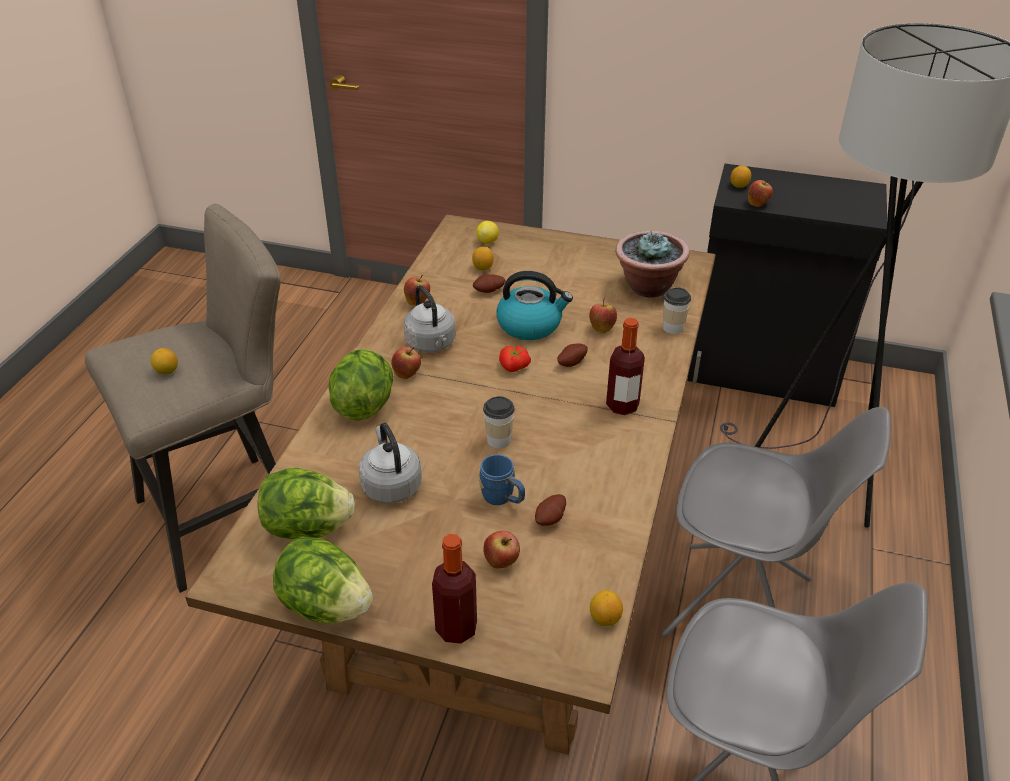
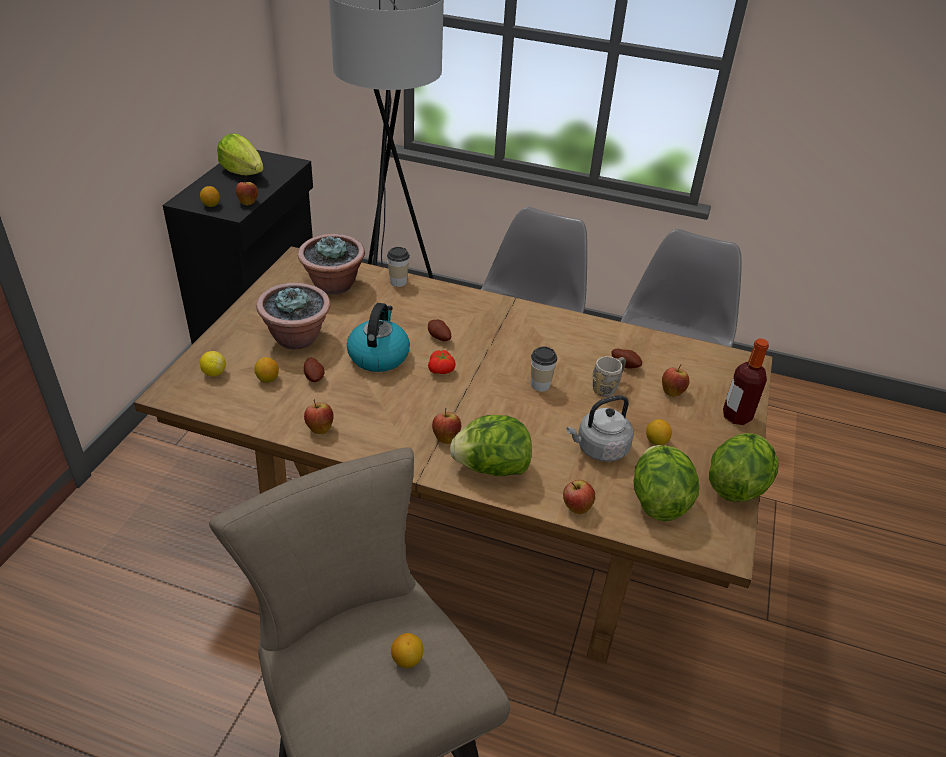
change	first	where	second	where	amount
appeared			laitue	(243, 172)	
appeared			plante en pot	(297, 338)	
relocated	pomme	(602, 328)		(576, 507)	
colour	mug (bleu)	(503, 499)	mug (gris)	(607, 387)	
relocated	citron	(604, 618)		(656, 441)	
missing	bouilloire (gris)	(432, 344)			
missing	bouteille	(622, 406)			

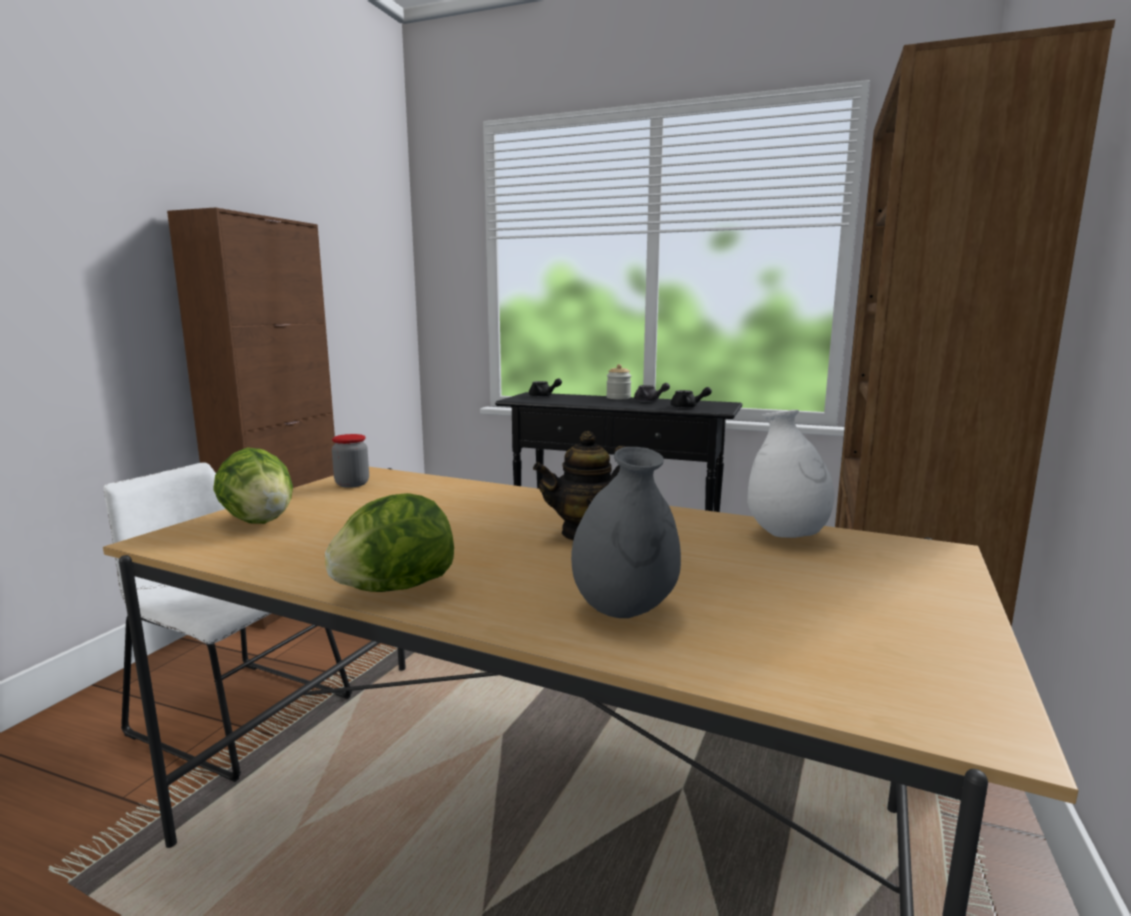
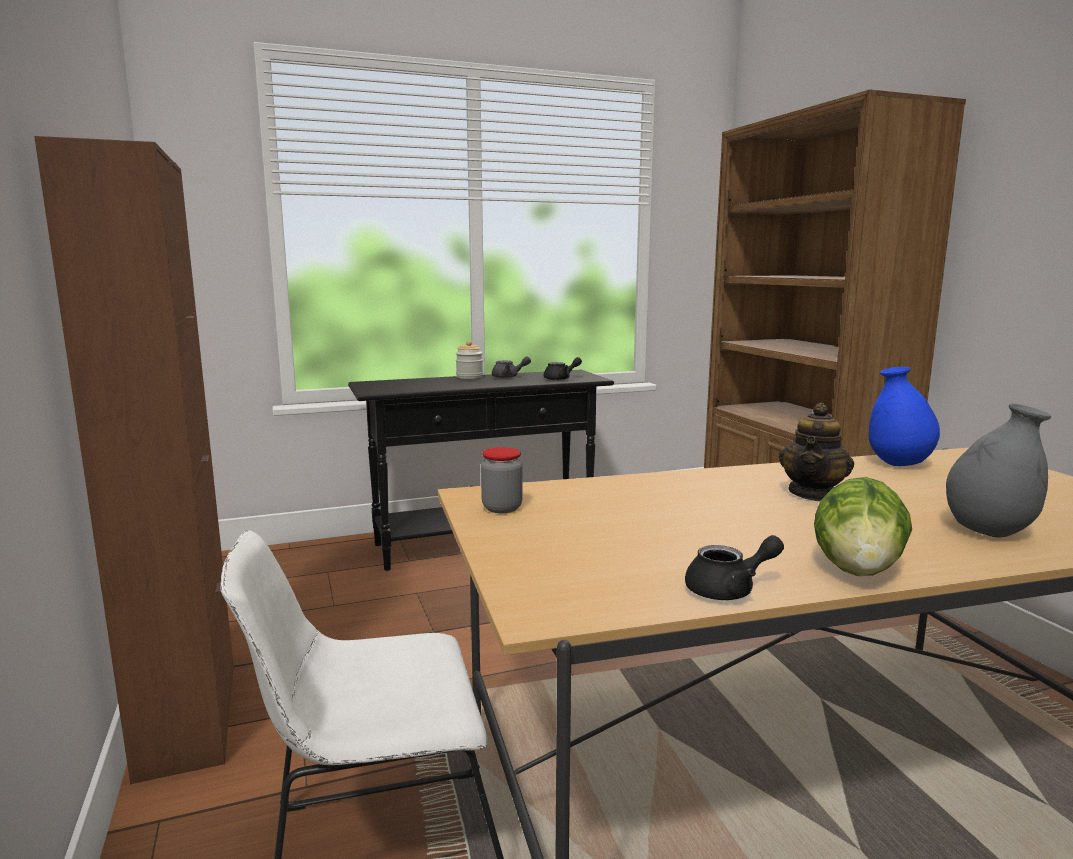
change	first	where	second	where	amount
relocated	théière (noir)	(543, 396)		(729, 590)	
colour	vase (blanc)	(786, 535)	vase (bleu)	(899, 464)	
missing	laitue	(260, 521)			

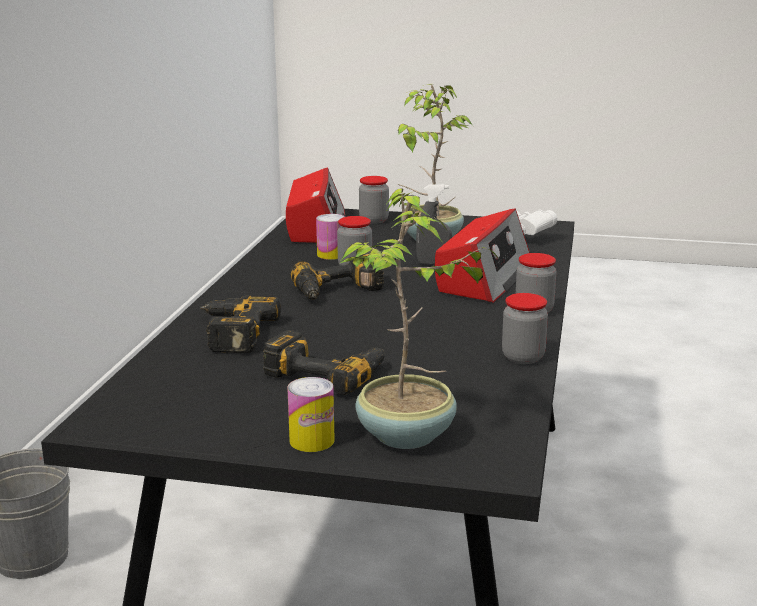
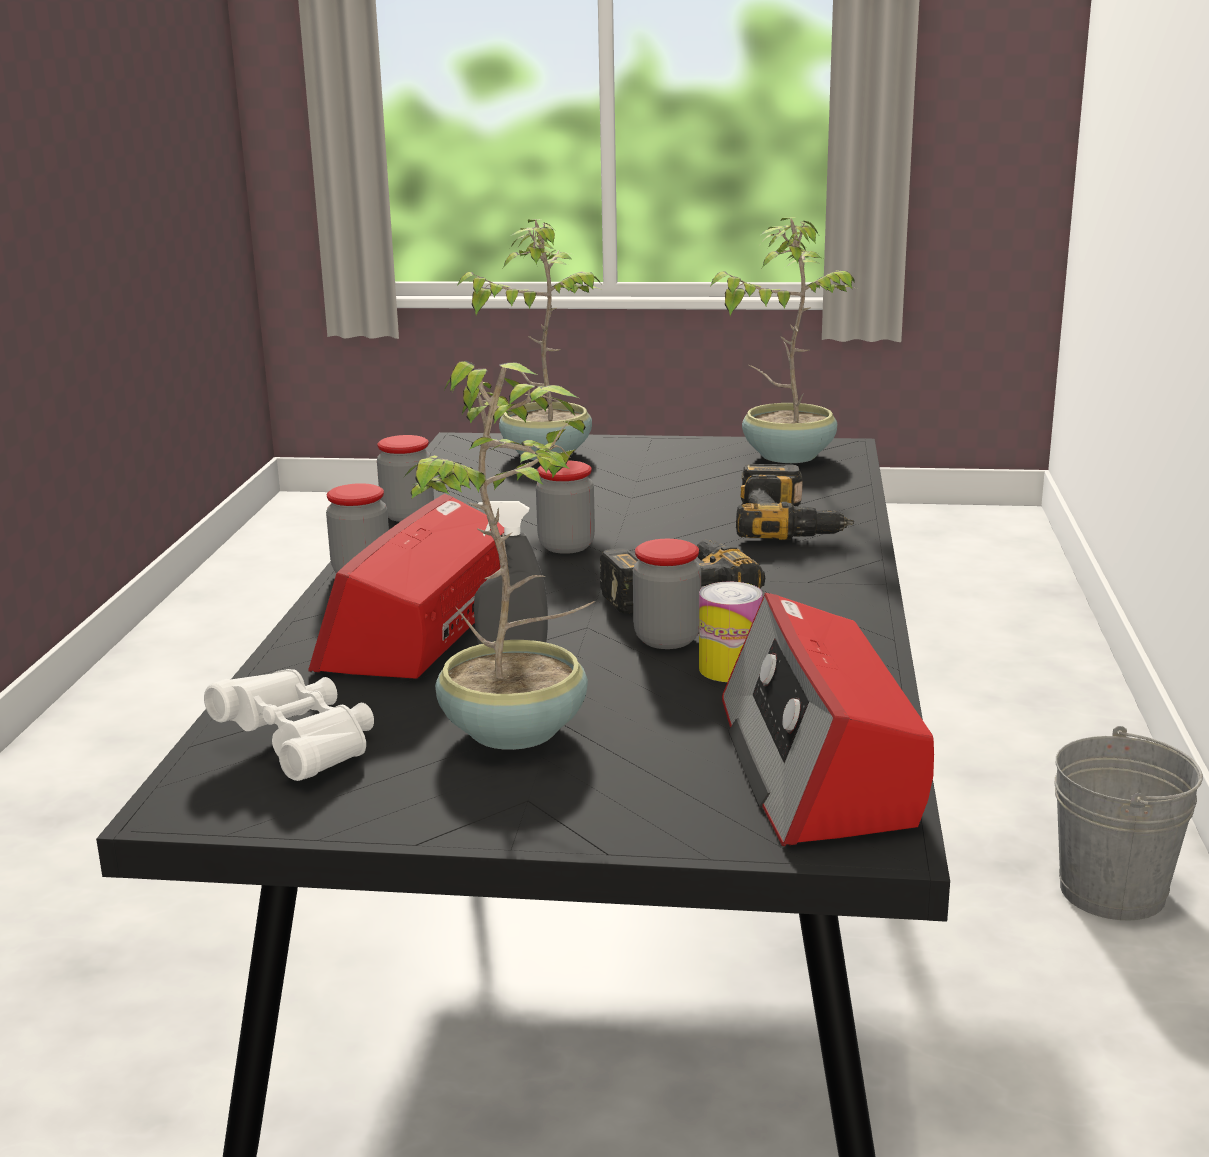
change	first	where	second	where	amount
relocated	bocal	(374, 220)		(566, 546)	
appeared			plante en pot	(787, 455)	
missing	perceuse	(328, 372)			
missing	boîte métallique	(312, 441)			

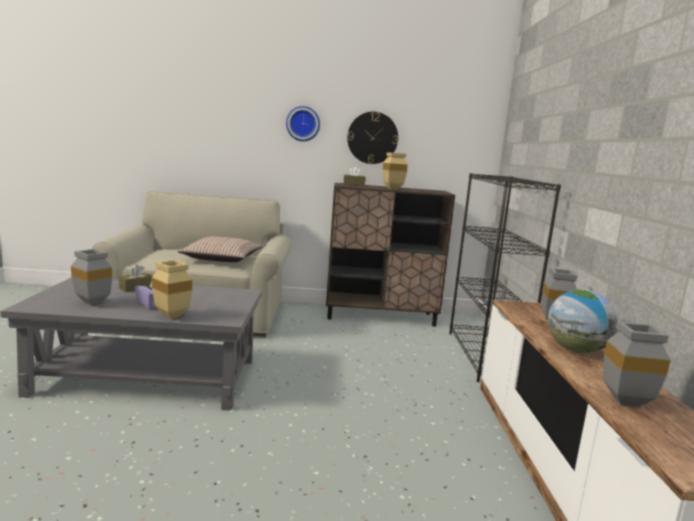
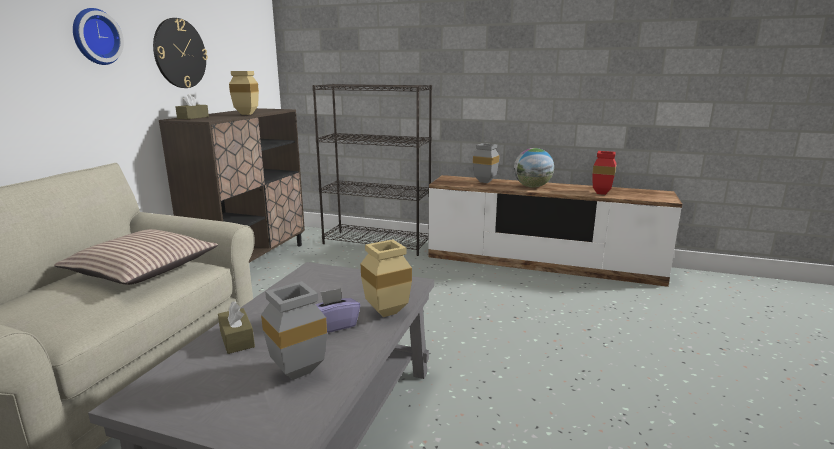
change	first	where	second	where	amount
colour	vase (gris)	(624, 402)	vase (rouge)	(602, 193)	

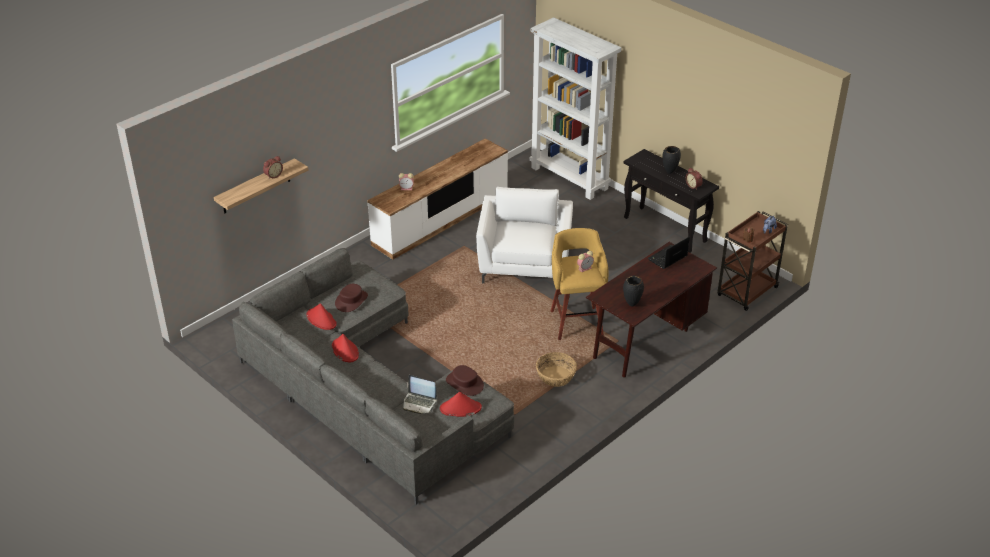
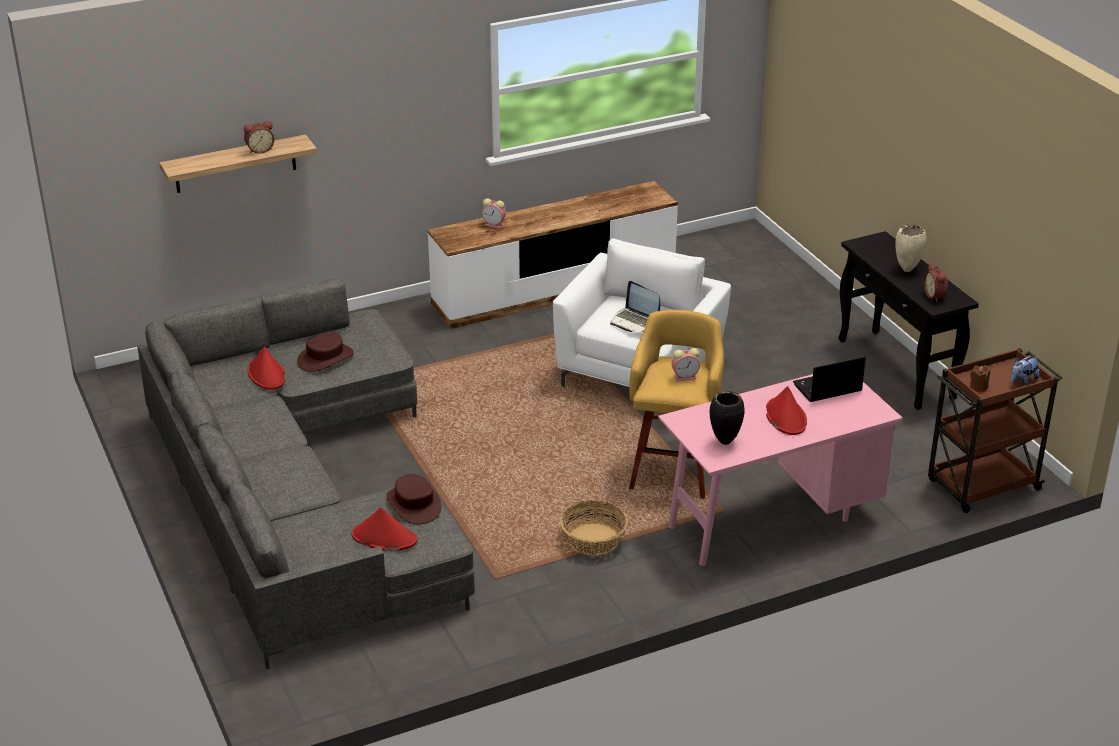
change	first	where	second	where	amount
relocated	ordinateur portable	(419, 403)		(635, 321)	
colour	bureau (marron)	(646, 340)	bureau (rose)	(771, 520)	
relocated	chapeau (rouge)	(345, 350)		(785, 417)	
colour	vase (noir)	(669, 172)	vase (beige)	(906, 270)	
missing	bibliothèque (blanc)	(570, 178)			

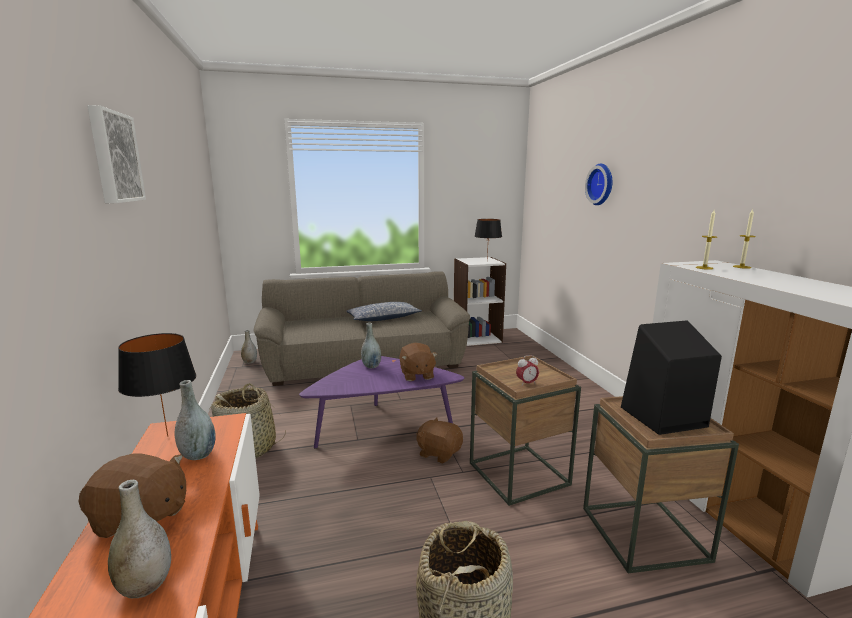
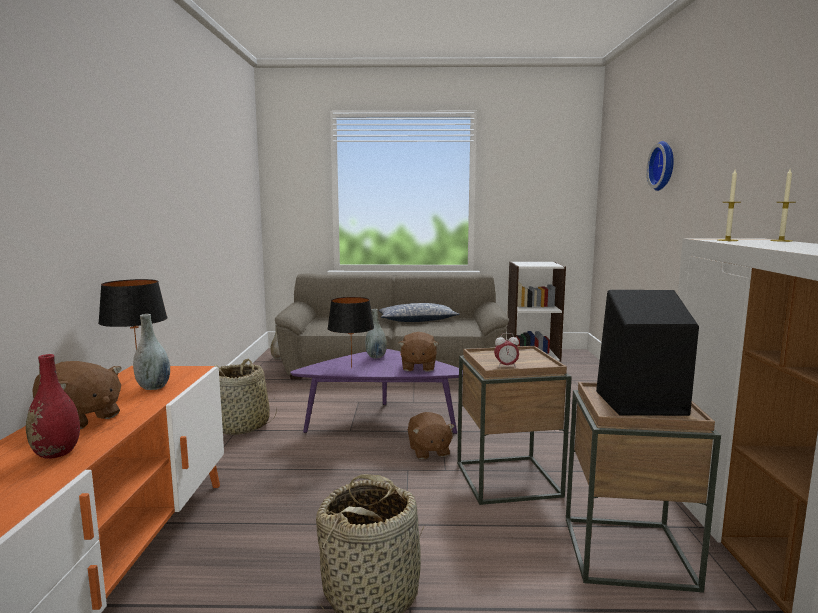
change	first	where	second	where	amount
colour	vase (gris)	(145, 586)	vase (rouge)	(56, 453)	
relocated	lampe de table (noir)	(487, 261)		(352, 368)	
spun	peluche (marron)	(439, 453)		(428, 451)	150 degrees counterclockwise
missing	tableau	(114, 157)			

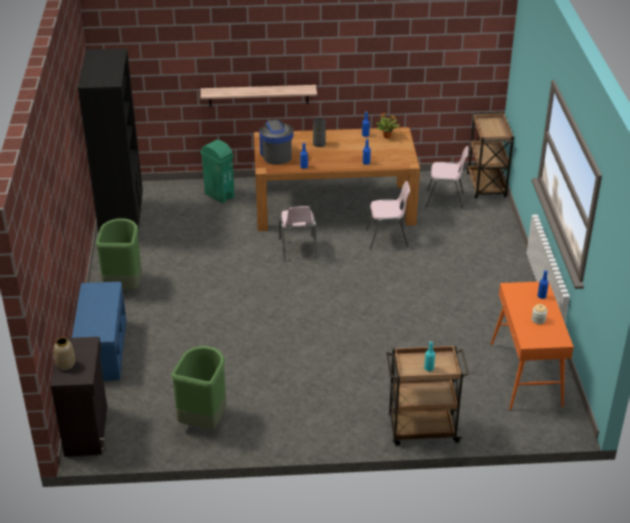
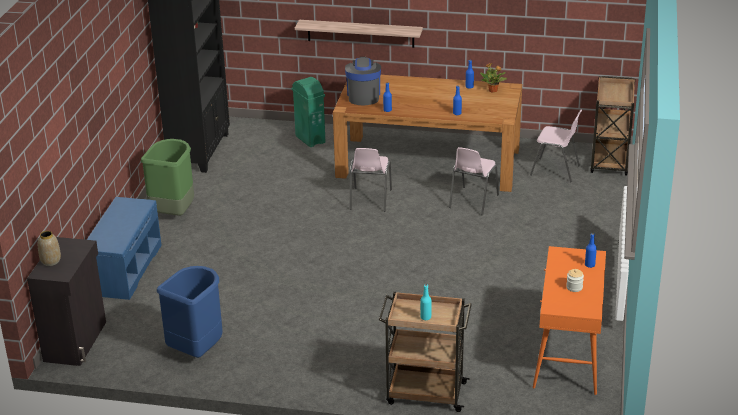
change	first	where	second	where	amount
colour	poubelle (vert)	(203, 420)	poubelle (bleu)	(196, 350)	
spun	chaise (rose)	(387, 239)		(472, 201)	105 degrees clockwise
missing	vase (gris)	(319, 143)			

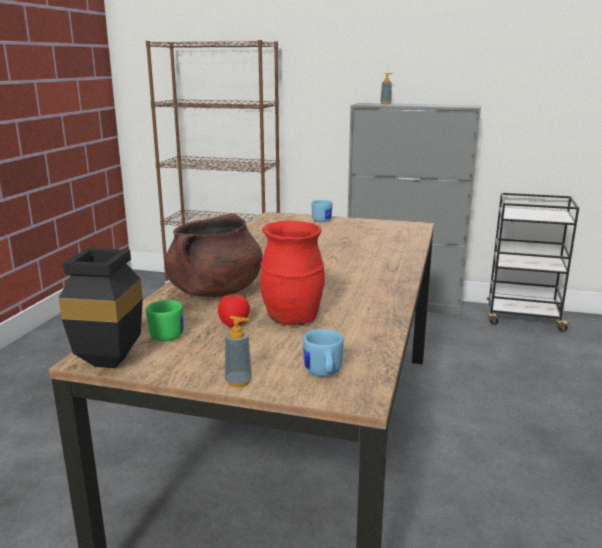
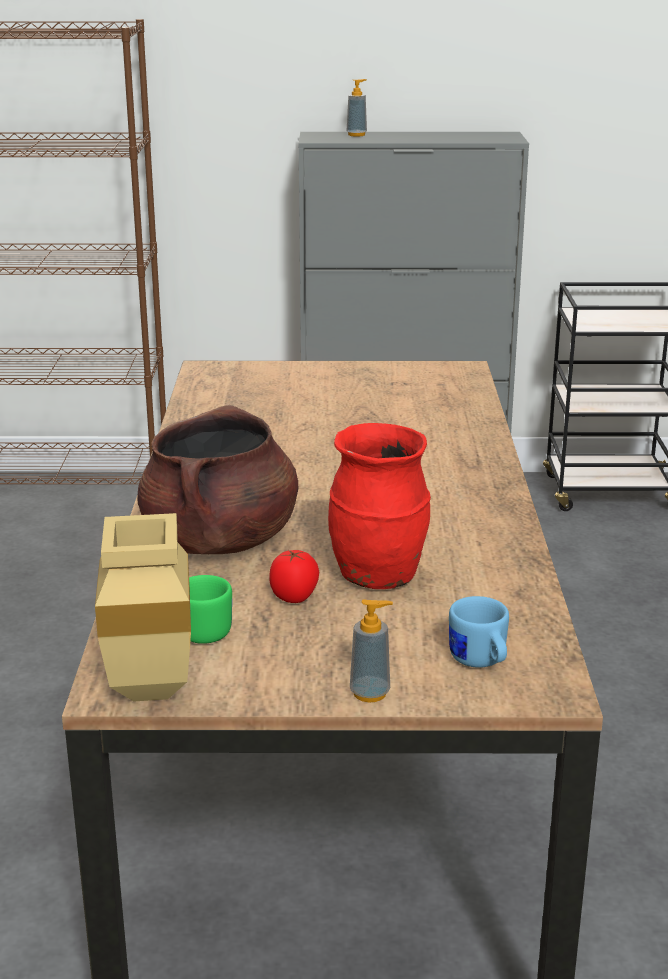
change	first	where	second	where	amount
colour	vase (noir)	(109, 360)	vase (beige)	(147, 687)	
missing	mug (bleu)	(323, 220)			

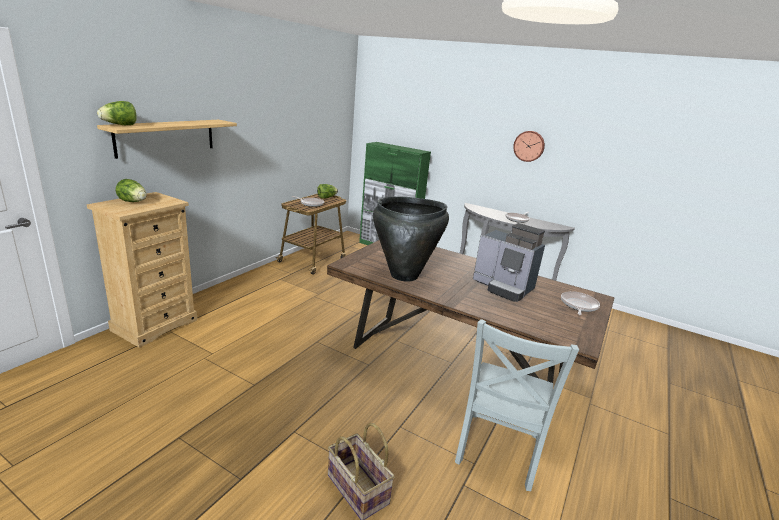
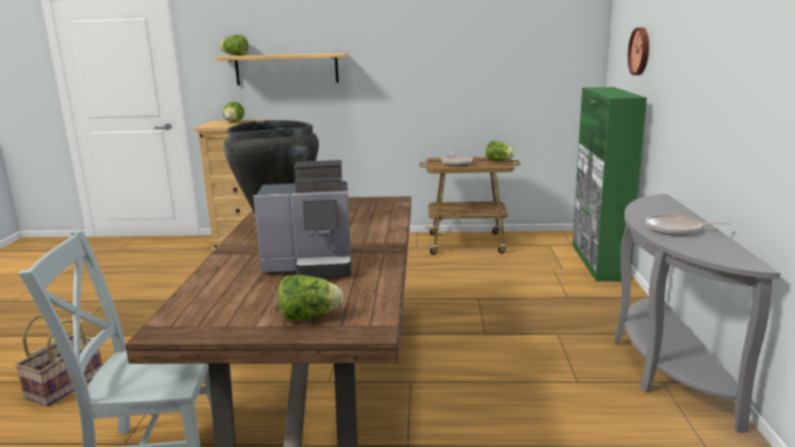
change	first	where	second	where	amount
spun	machine à café	(503, 288)		(312, 266)	105 degrees counterclockwise
exchanged	poêle	(578, 305)	laitue	(309, 317)	
relocated	horloge murale	(529, 146)		(640, 51)	

